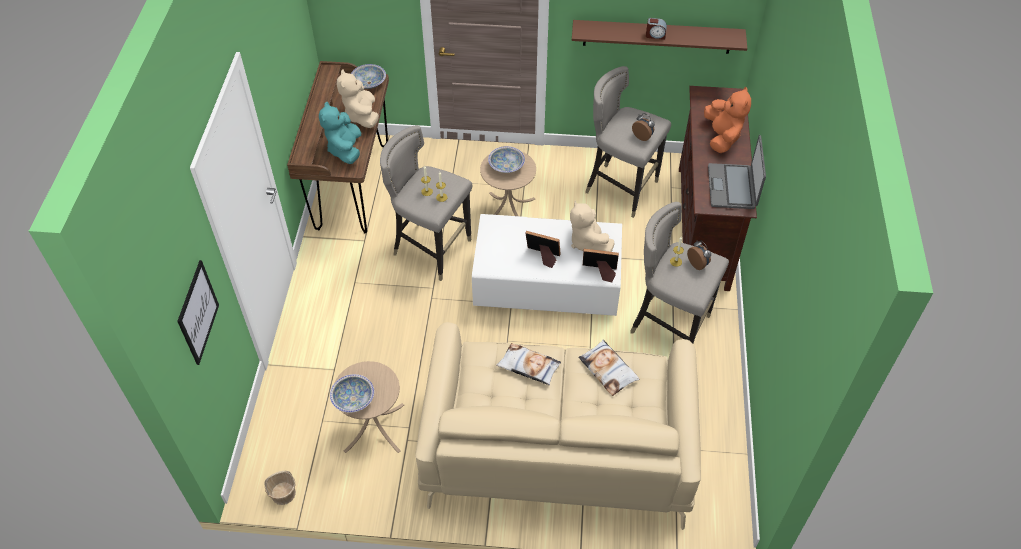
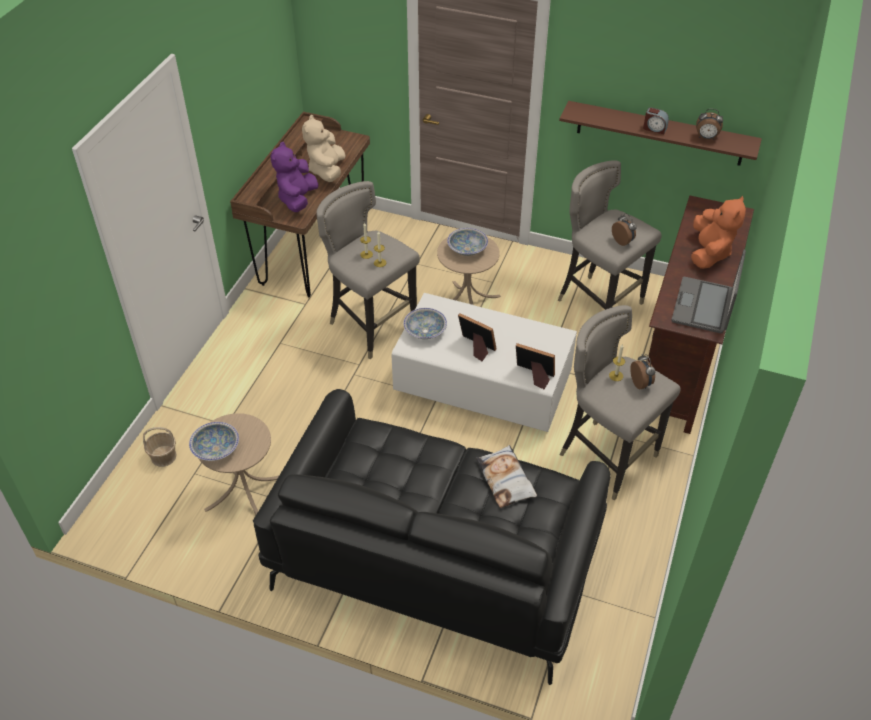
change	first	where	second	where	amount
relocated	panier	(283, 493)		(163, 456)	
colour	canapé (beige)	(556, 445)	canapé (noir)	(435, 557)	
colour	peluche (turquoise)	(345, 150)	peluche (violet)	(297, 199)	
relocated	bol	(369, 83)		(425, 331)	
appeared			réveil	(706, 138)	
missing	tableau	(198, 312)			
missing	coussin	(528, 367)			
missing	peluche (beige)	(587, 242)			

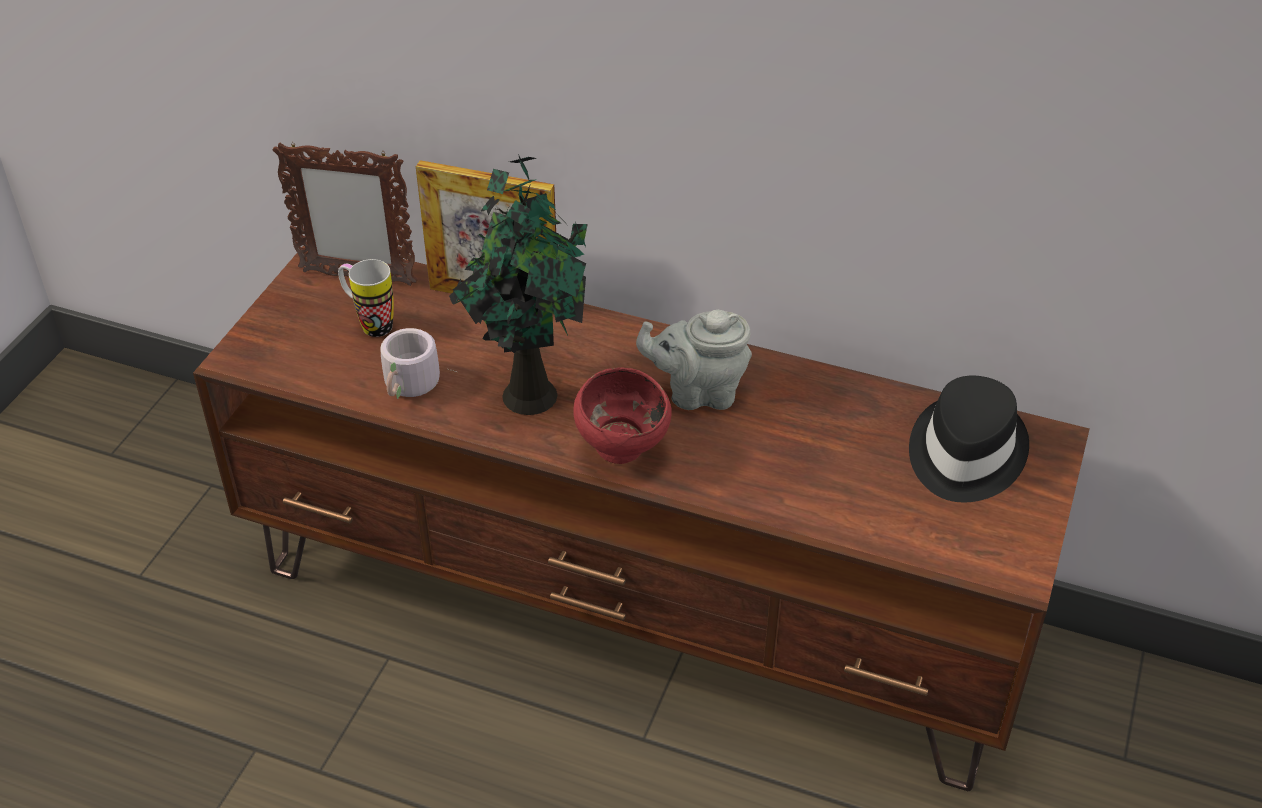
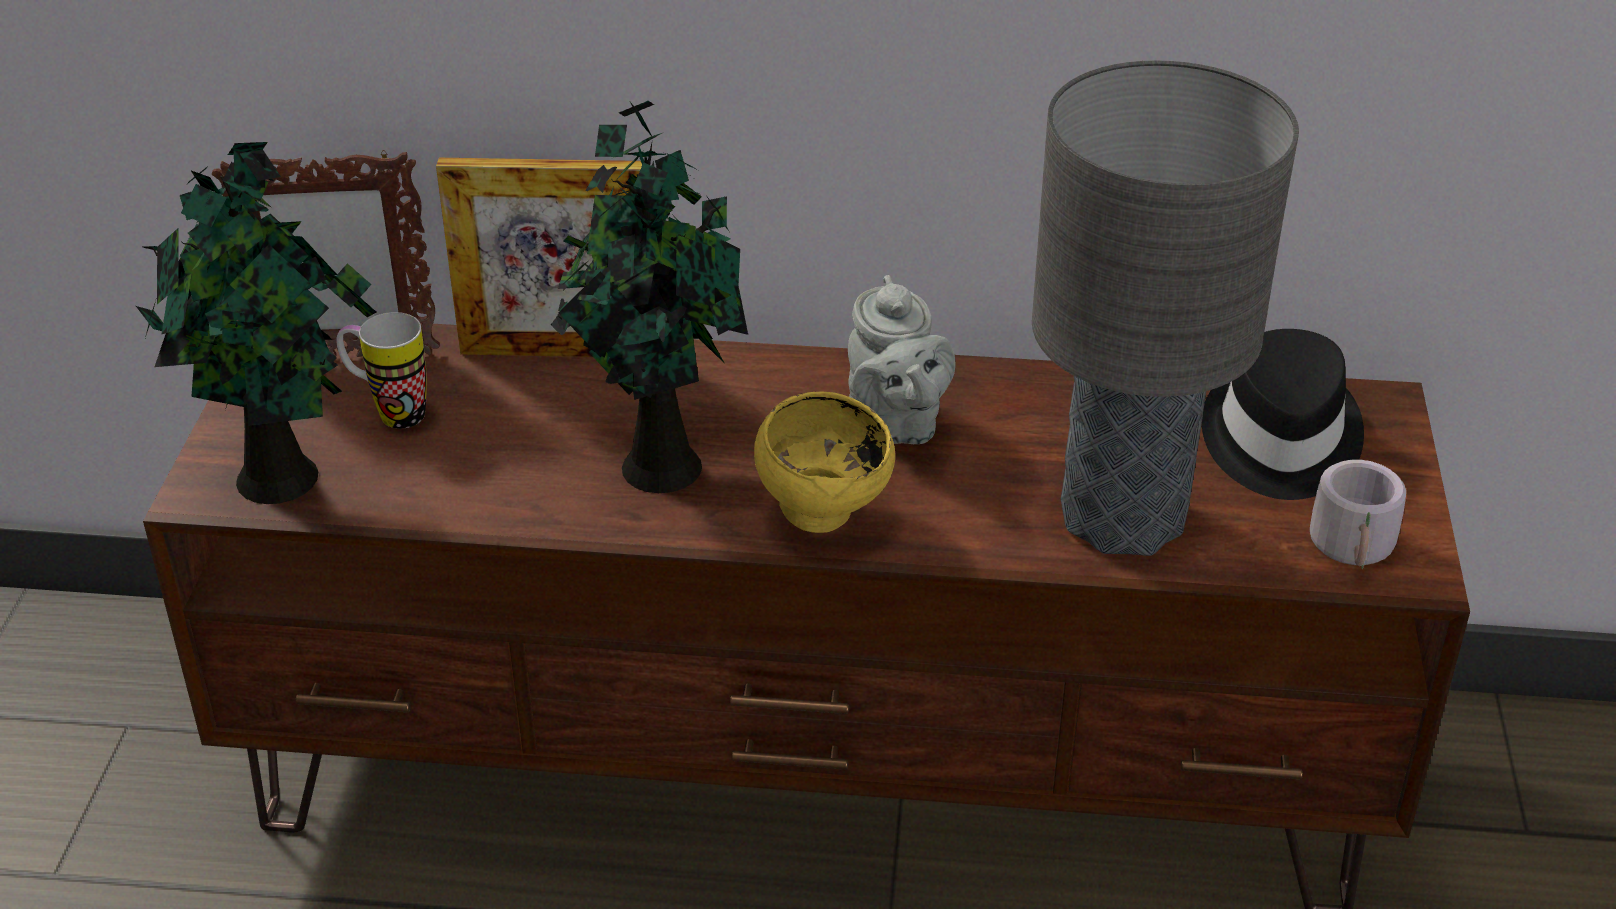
change	first	where	second	where	amount
appeared			plante en pot	(285, 478)	
colour	bol (rouge)	(623, 451)	bol (jaune)	(824, 516)	
spun	théière (gris)	(698, 392)		(895, 424)	90 degrees counterclockwise
appeared			lampe de table (gris)	(1121, 517)	
relocated	mug (gris)	(412, 386)		(1357, 549)	

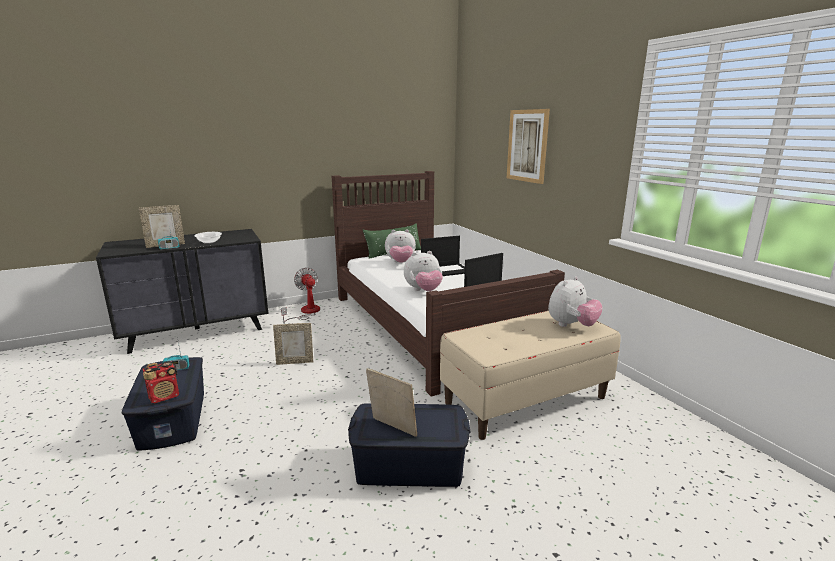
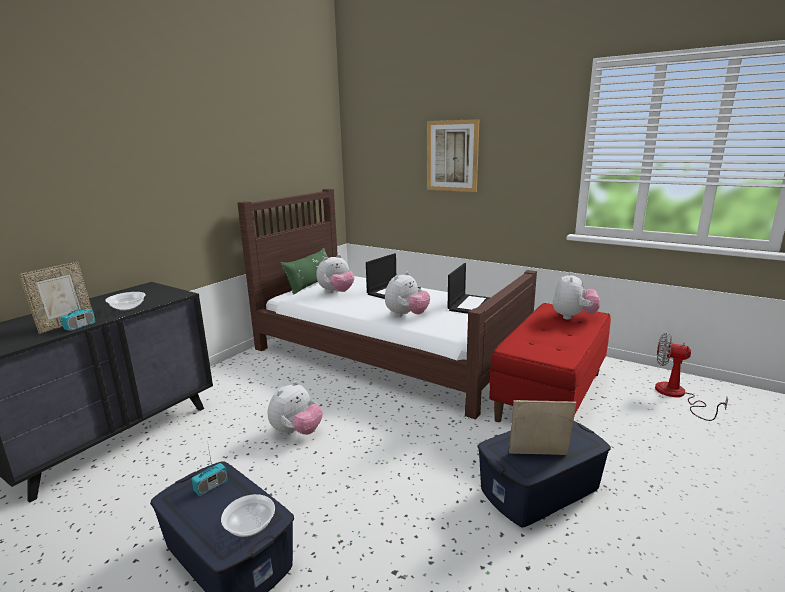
change	first	where	second	where	amount
exchanged	radio	(165, 396)	bol	(250, 525)	
exchanged	cadre photo	(295, 362)	peluche	(296, 432)	
colour	banc (beige)	(525, 400)	banc (rouge)	(550, 395)	
relocated	ventilateur	(306, 312)		(677, 395)	

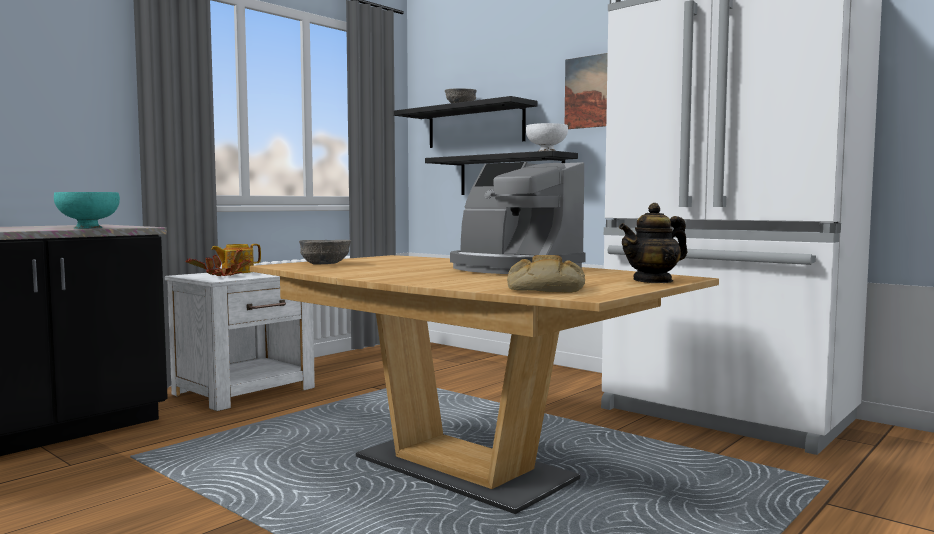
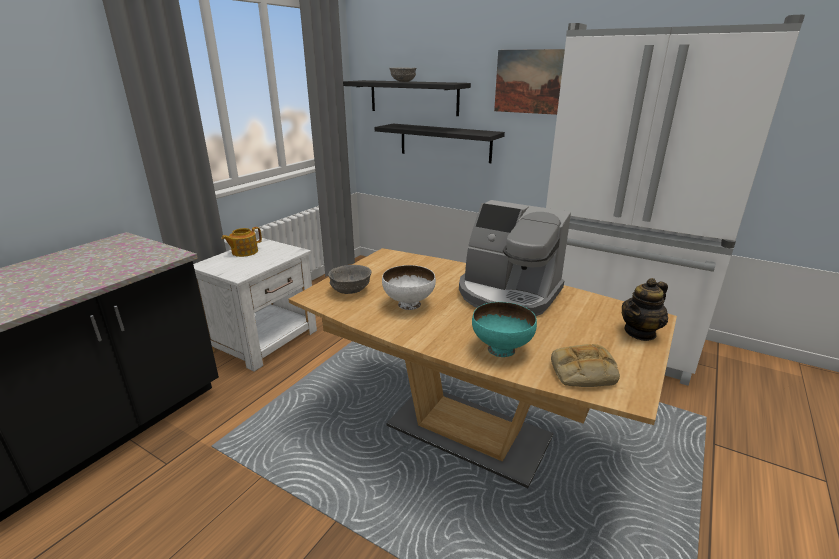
change	first	where	second	where	amount
relocated	bol (blanc)	(546, 151)		(408, 304)	
relocated	bol (turquoise)	(89, 228)		(502, 349)	
missing	plante en pot	(222, 276)			

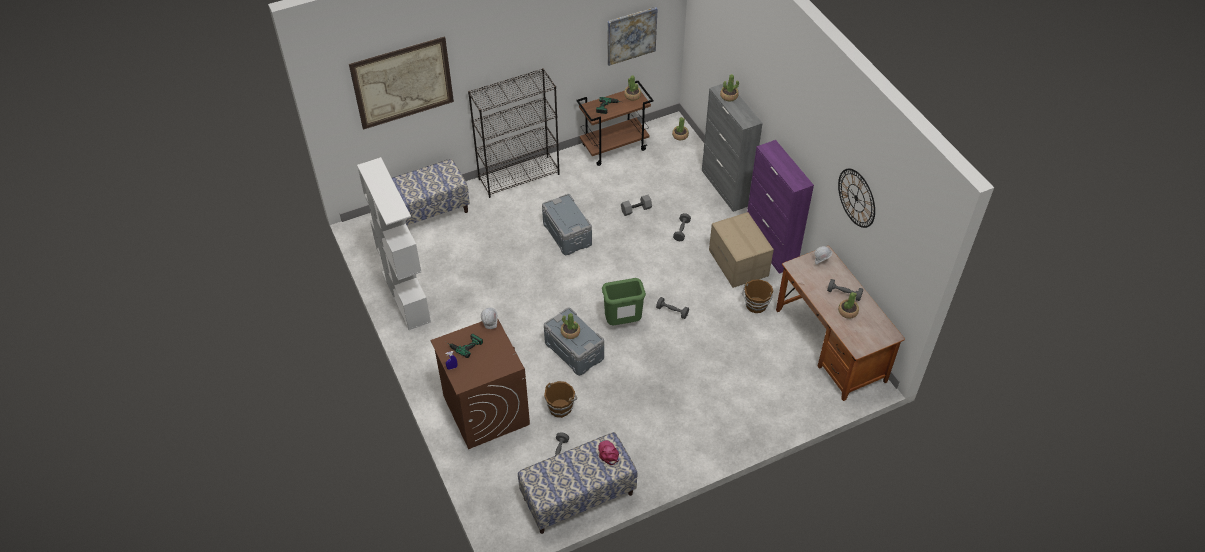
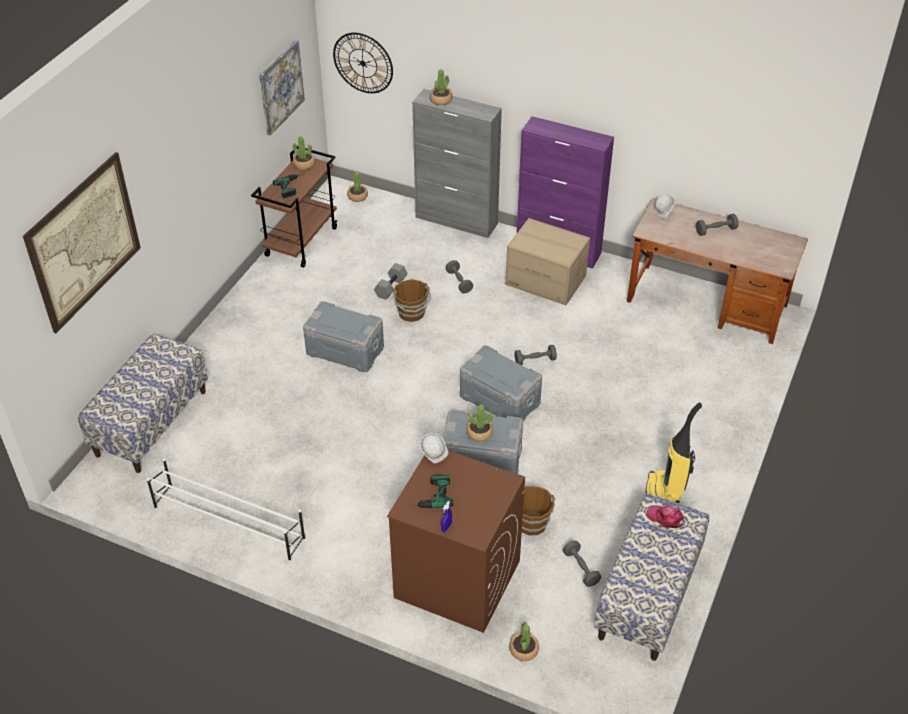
change	first	where	second	where	amount
exchanged	bibliothèque (blanc)	(405, 296)	étagère à chaussures (blanc)	(228, 523)	
relocated	horloge murale	(856, 198)		(363, 63)	
relocated	seau (marron)	(756, 305)		(412, 313)	
exchanged	poubelle (vert)	(622, 322)	boîte de rangement (gris)	(499, 400)	
relocated	plante en pot	(847, 311)		(523, 650)	
appeared			aspirateur	(664, 494)	
missing	bibliothèque (noir)	(519, 176)			

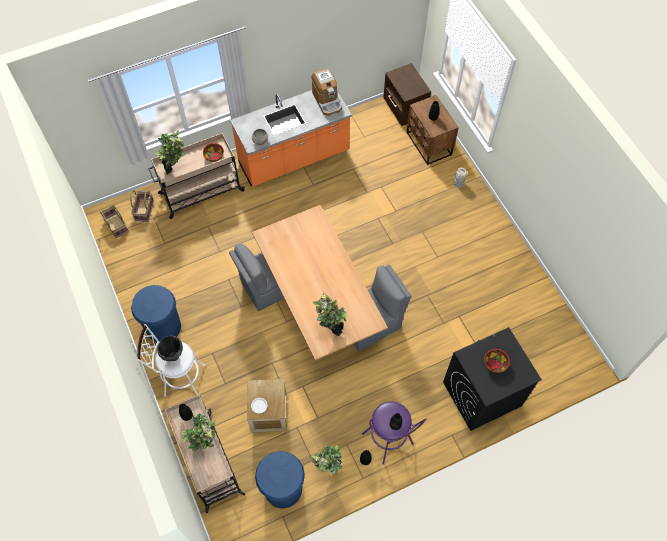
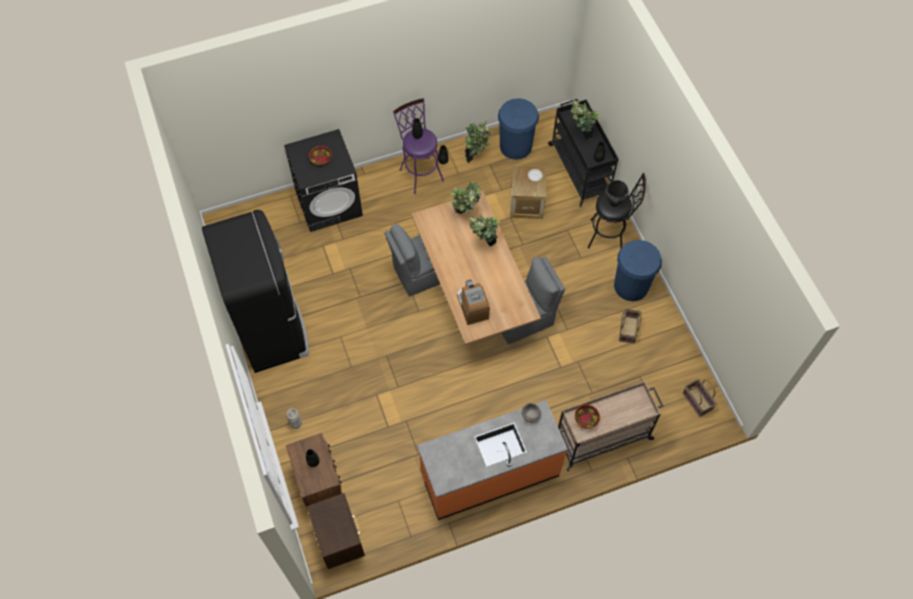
change	first	where	second	where	amount
appeared			réfrigérateur (noir)	(272, 327)	
relocated	machine à café	(327, 101)		(472, 306)	
relocated	plante en pot	(176, 168)		(484, 246)	
colour	chariot (beige)	(209, 462)	chariot (noir)	(579, 169)	
colour	tabouret (blanc)	(180, 379)	tabouret (noir)	(610, 236)	
relocated	panier	(145, 211)		(627, 329)	

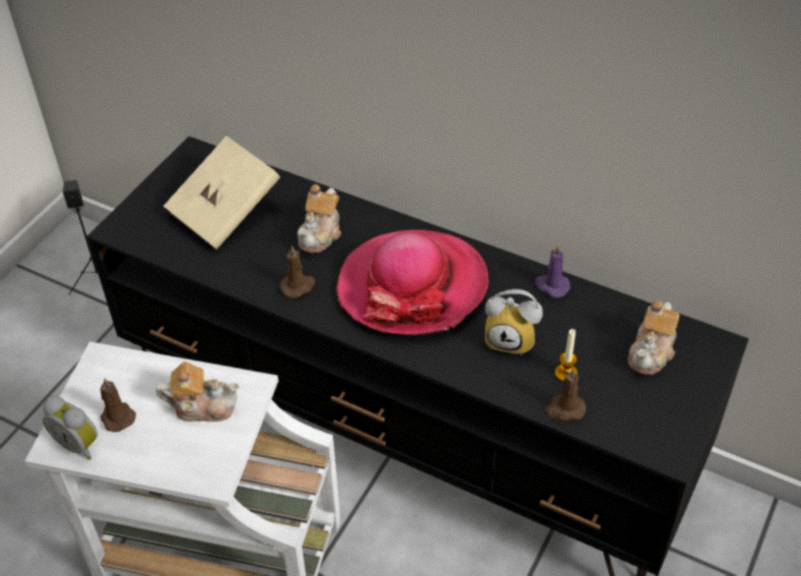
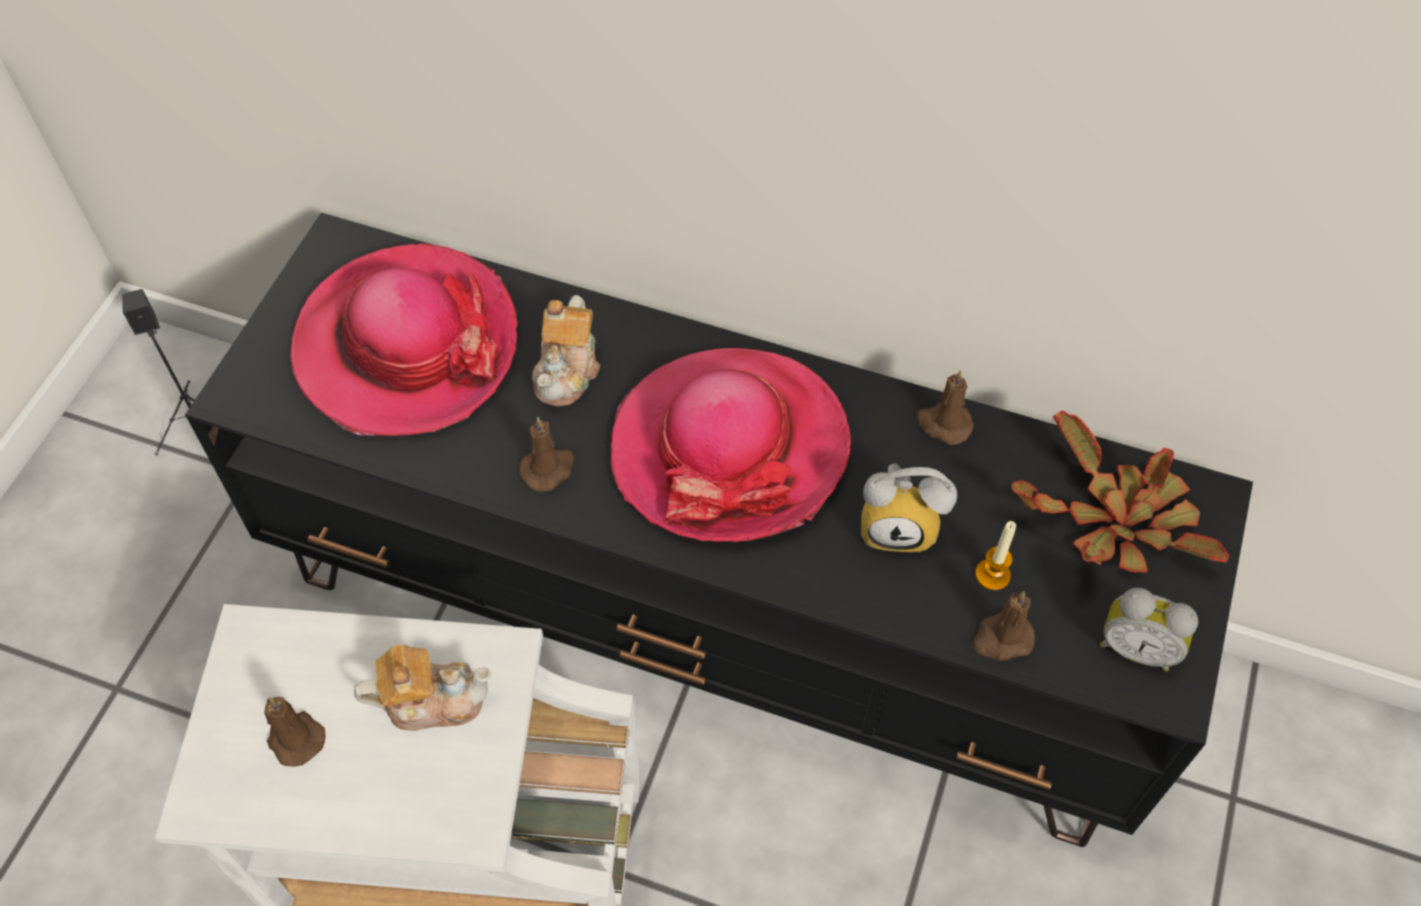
change	first	where	second	where	amount
exchanged	livre (beige)	(225, 212)	chapeau	(406, 345)	
colour	bougie (violet)	(551, 286)	bougie (marron)	(943, 424)	
exchanged	théière	(651, 352)	plante en pot	(1115, 523)	
relocated	réveil	(80, 444)		(1136, 647)	

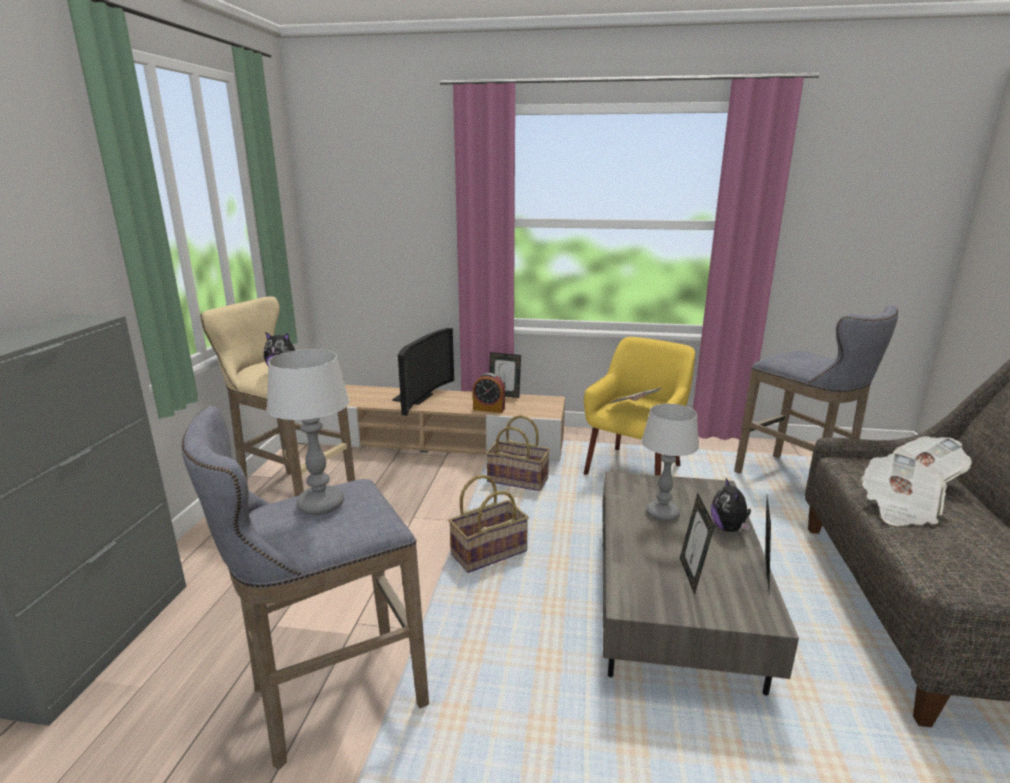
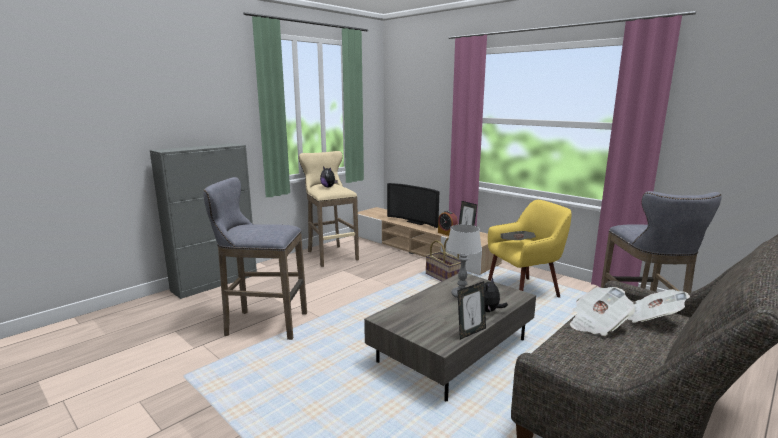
change	first	where	second	where	amount
spun	téléviseur	(417, 398)		(416, 222)	75 degrees clockwise
missing	lampe de table	(320, 505)			
missing	panier	(488, 552)			
missing	cadre photo	(691, 575)			

